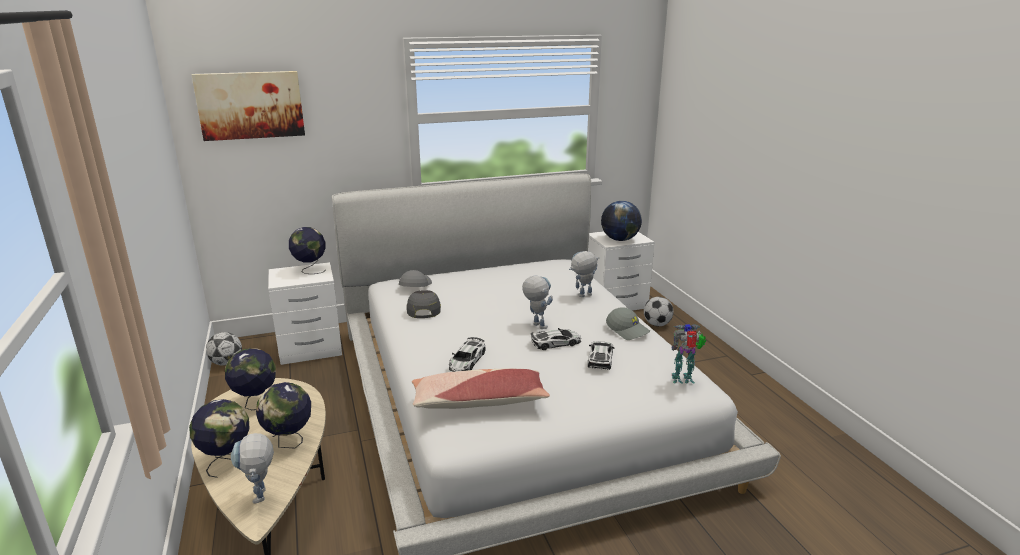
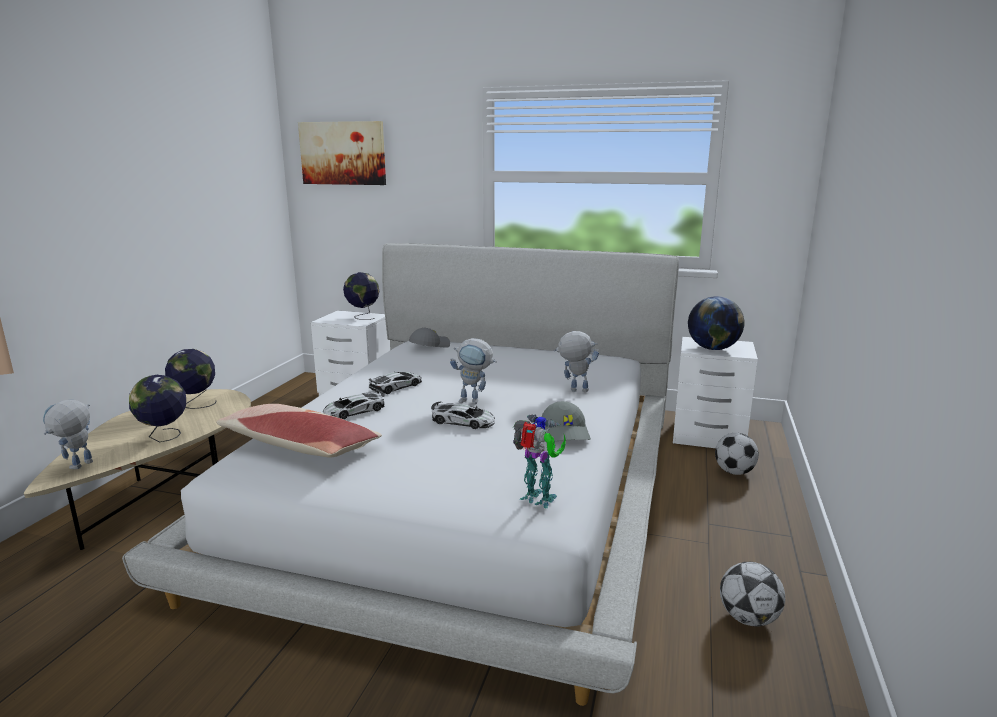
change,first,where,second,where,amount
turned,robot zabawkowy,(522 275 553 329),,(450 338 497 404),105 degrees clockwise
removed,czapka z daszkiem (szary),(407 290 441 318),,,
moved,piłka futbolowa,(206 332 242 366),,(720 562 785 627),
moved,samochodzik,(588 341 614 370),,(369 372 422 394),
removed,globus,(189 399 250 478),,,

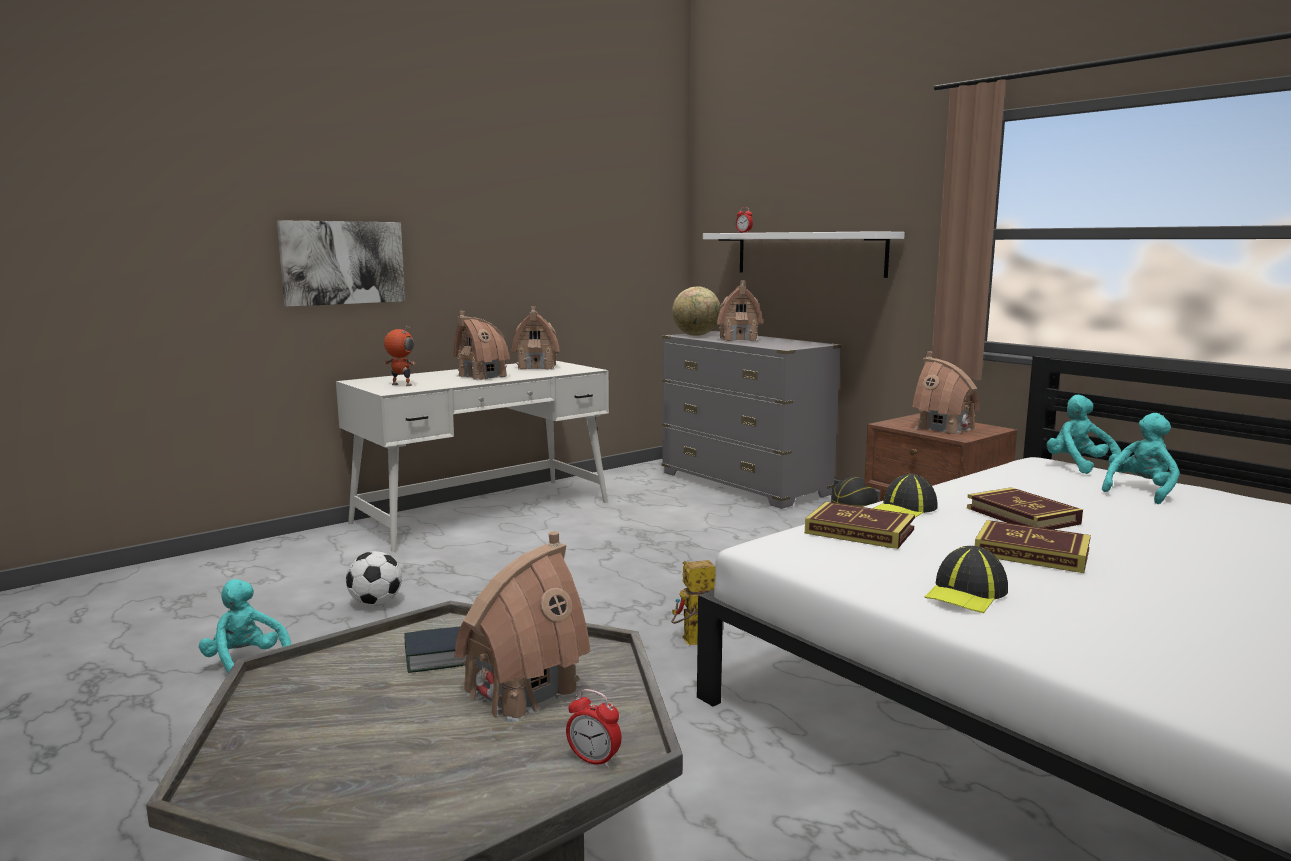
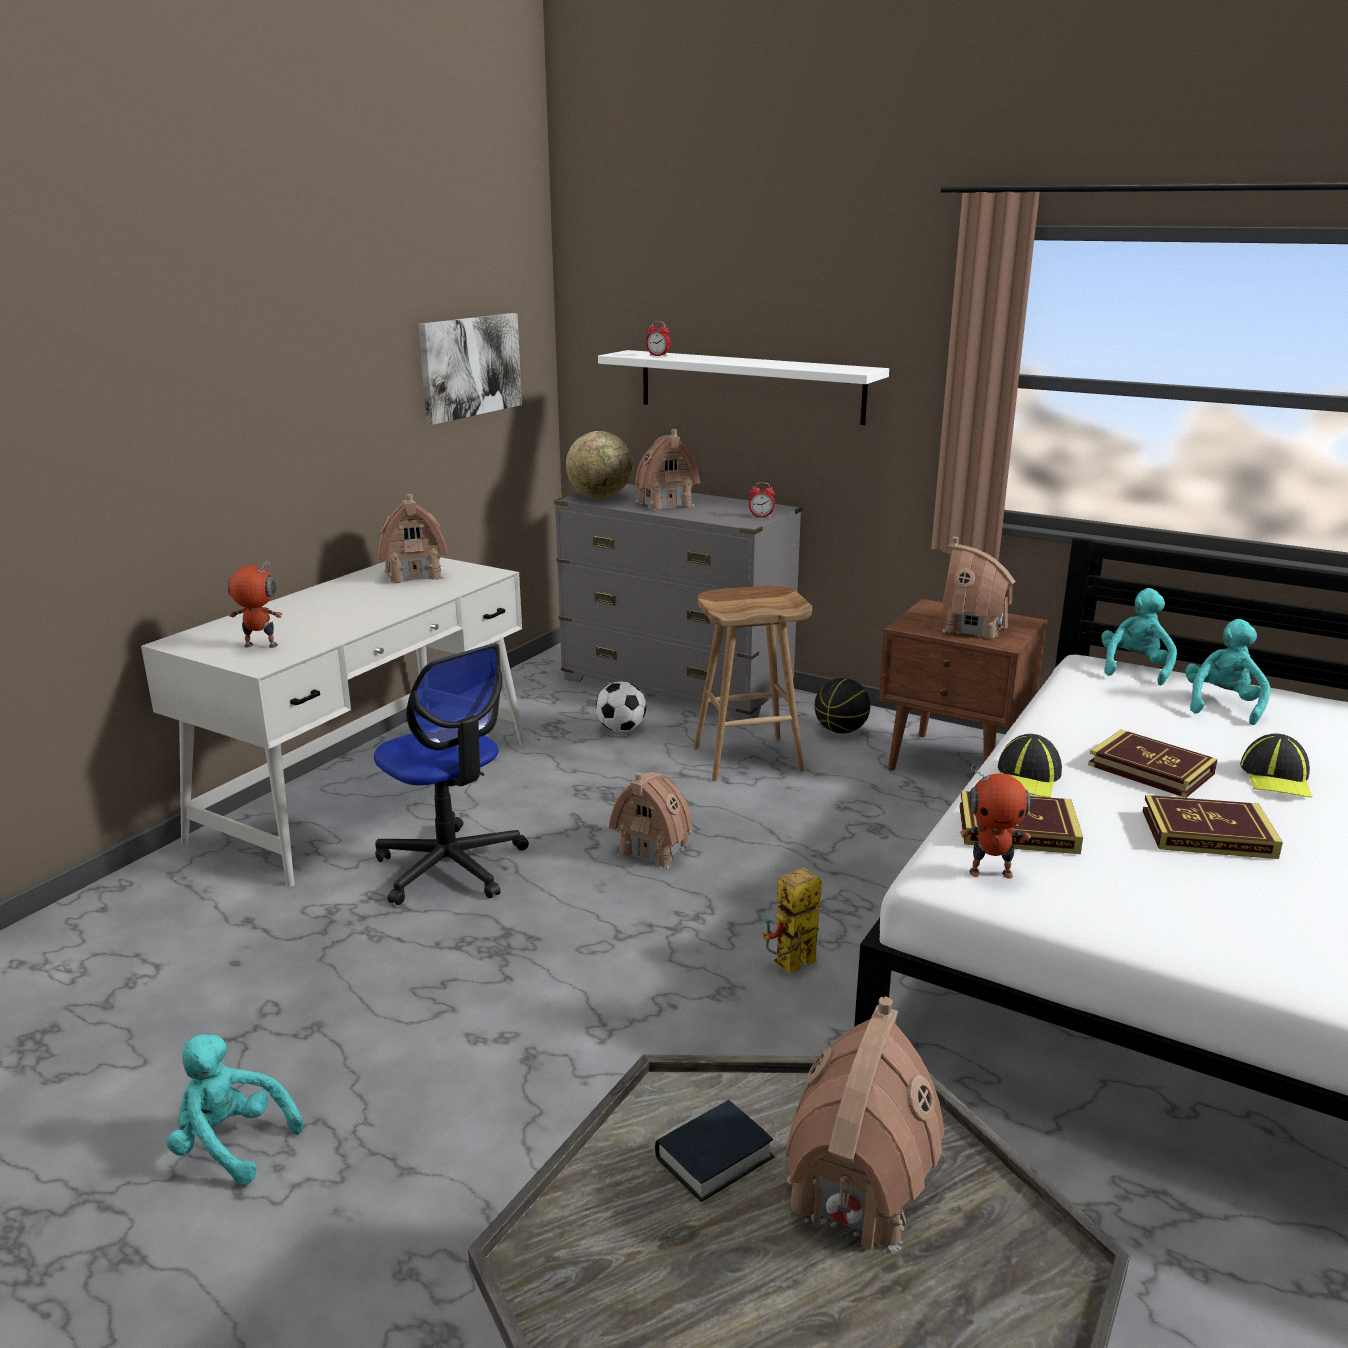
change,first,where,second,where,amount
moved,obraz,(277 220 405 307),,(418 313 522 425),
moved,domek,(453 311 510 381),,(609 772 692 869),
turned,pluszak (turkusowy),(1047 395 1124 474),,(1101 588 1177 685),60 degrees clockwise
moved,czapka z daszkiem,(924 546 1008 613),,(1240 733 1312 797),
moved,piłka futbolowa,(346 551 402 606),,(596 682 646 732),
moved,budzik,(566 689 622 768),,(749 482 775 518),
added,,,stołek (brązowy),(694 586 812 781),
added,,,krzesło biurowe,(374 643 529 905),
added,,,robot zabawkowy,(960 764 1031 879),

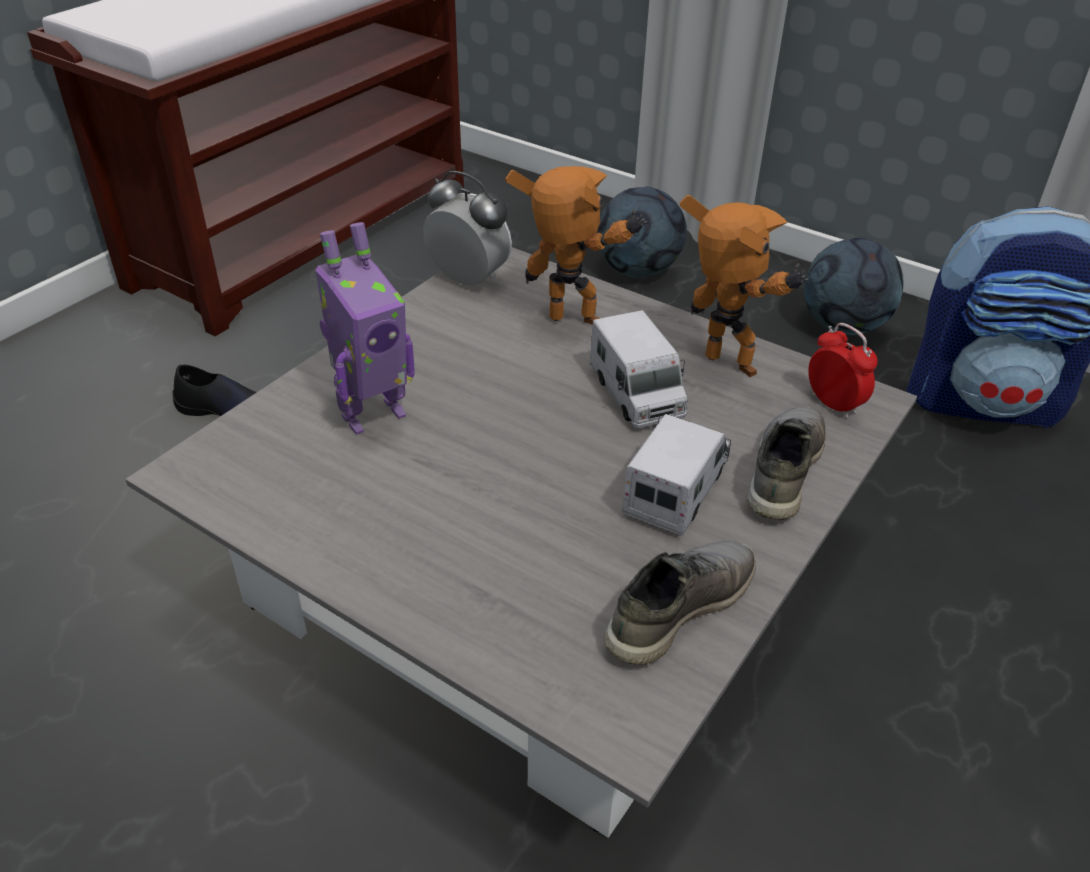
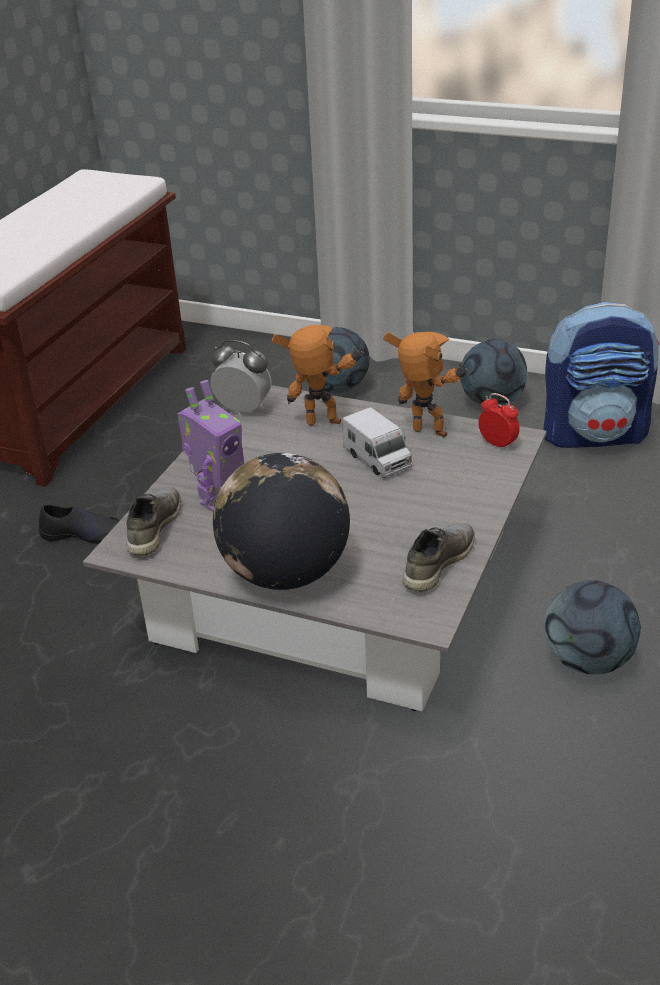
change,first,where,second,where,amount
moved,but (szary),(747 407 826 520),,(126 487 181 555),
removed,ciężarówka zabawkowa,(622 414 731 536),,,
added,,,globus,(213 453 350 590),
added,,,piłka futbolowa,(544 580 641 674),

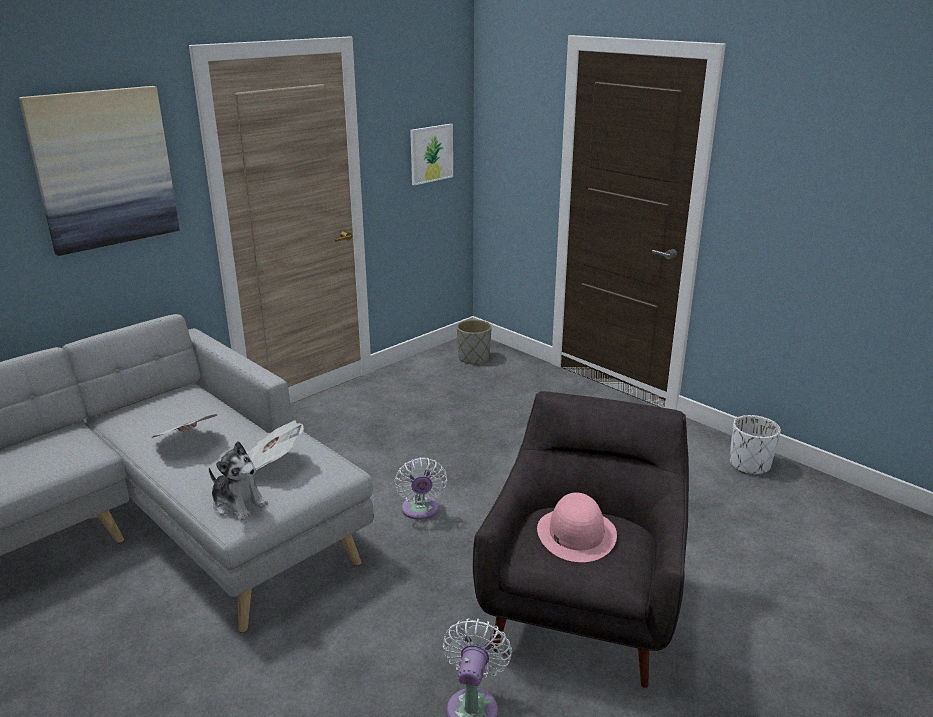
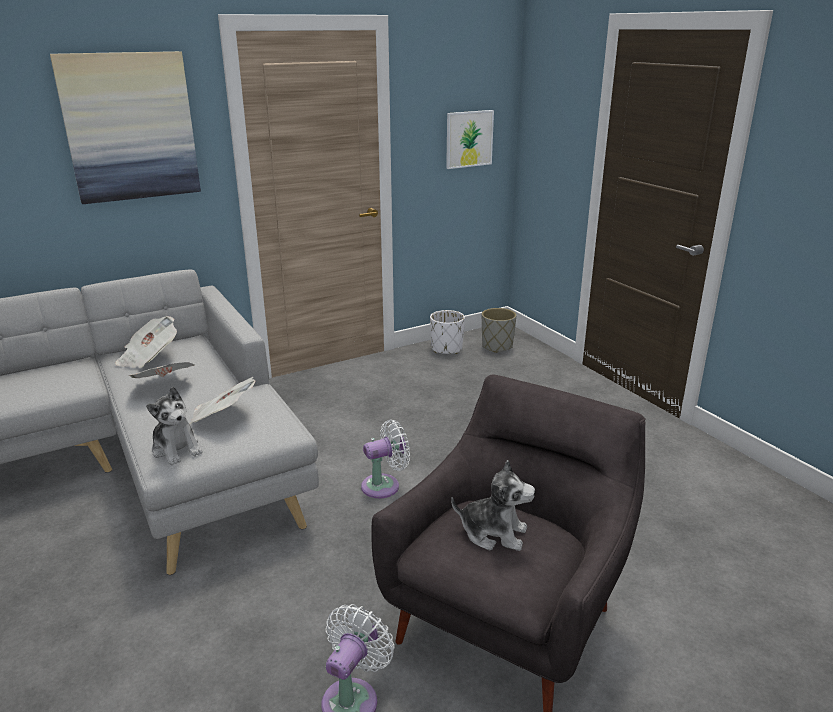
change,first,where,second,where,amount
moved,donica (biały),(730 415 781 474),,(430 310 465 354),
turned,wentylator (biały),(395 457 447 520),,(361 420 410 498),120 degrees counterclockwise
replaced,kapelusz (różowy),(537 493 617 562),pluszak,(451 460 535 551),
added,,,gazeta,(115 316 177 368),

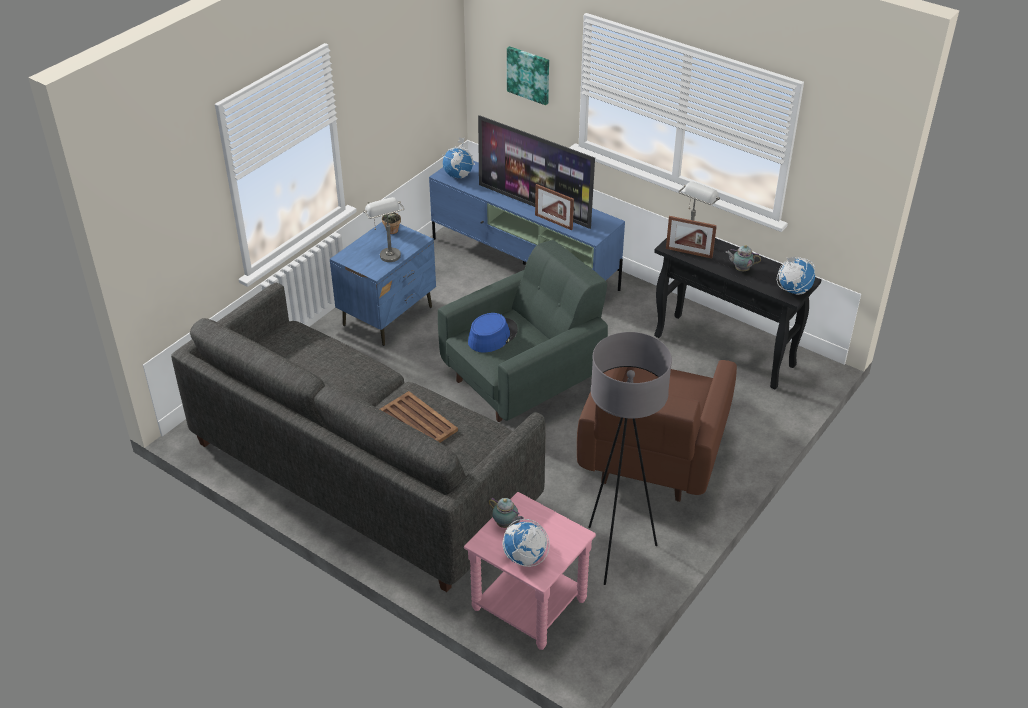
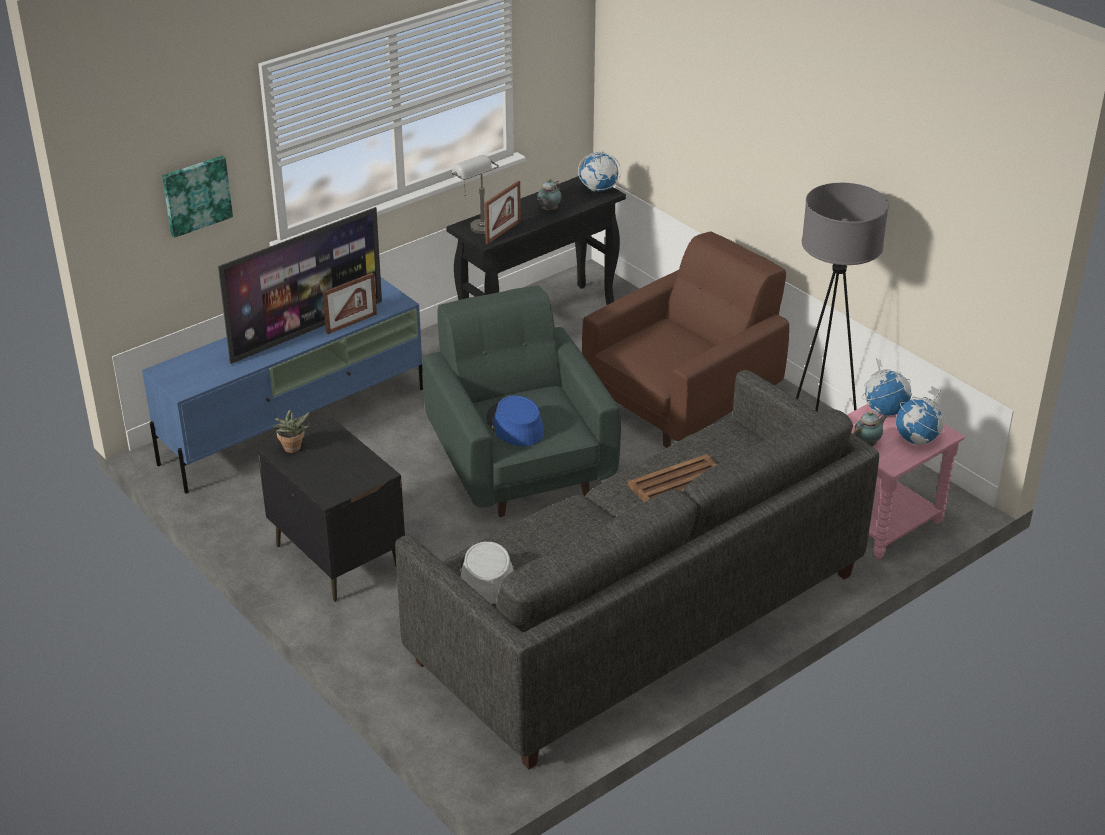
change,first,where,second,where,amount
moved,globus,(442 137 475 178),,(862 358 912 416),
removed,lampa stołowa (szary),(363 197 404 262),,,
recoloured,szafka nocna (niebieski),(330 222 436 346),szafka nocna (czarny),(258 417 405 602),
turned,fotel (brązowy),(577 360 737 502),,(582 231 789 448),75 degrees counterclockwise
added,,,kapelusz (szary),(460 541 514 604),

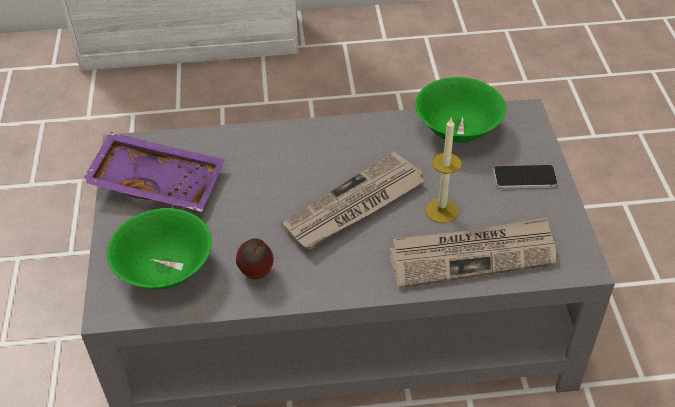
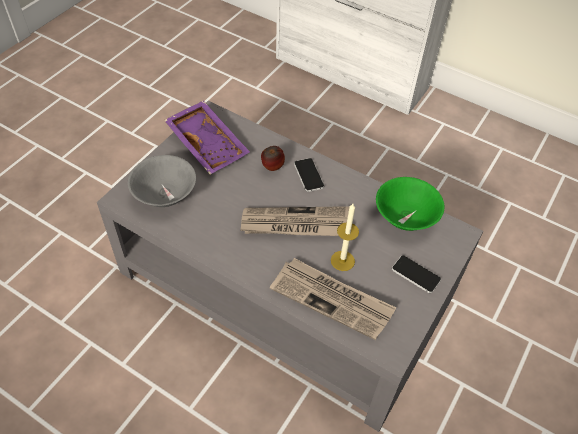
change,first,where,second,where,amount
recoloured,miska (zielony),(107 208 212 289),miska (szary),(128 155 196 207),
moved,jabłko,(236 238 274 279),,(261 146 285 171),
added,,,telefon,(294 158 324 192),

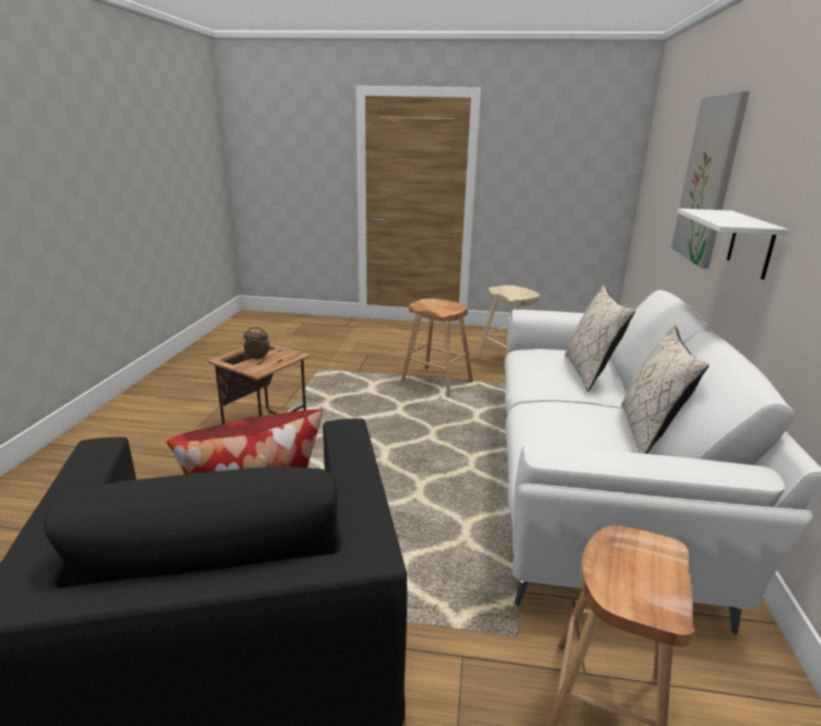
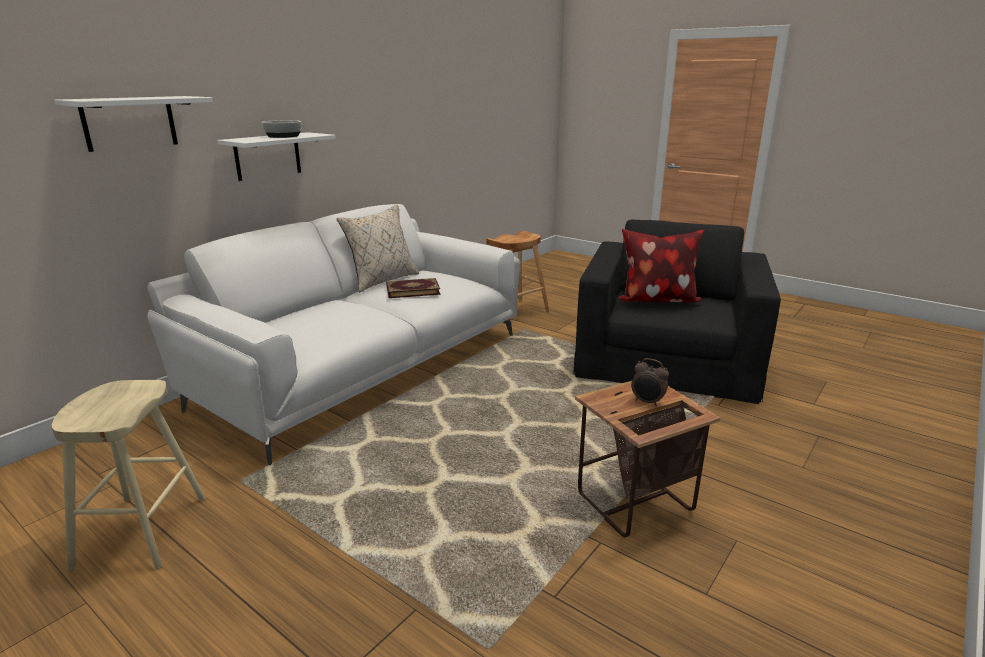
change,first,where,second,where,amount
replaced,obraz,(671 91 750 269),półka (biały),(54 96 213 152),
removed,poduszka (beżowy),(565 285 636 392),,,
removed,stołek (brązowy),(401 299 473 397),,,
added,,,miska,(261 120 302 138),
added,,,książka,(386 278 440 298),

